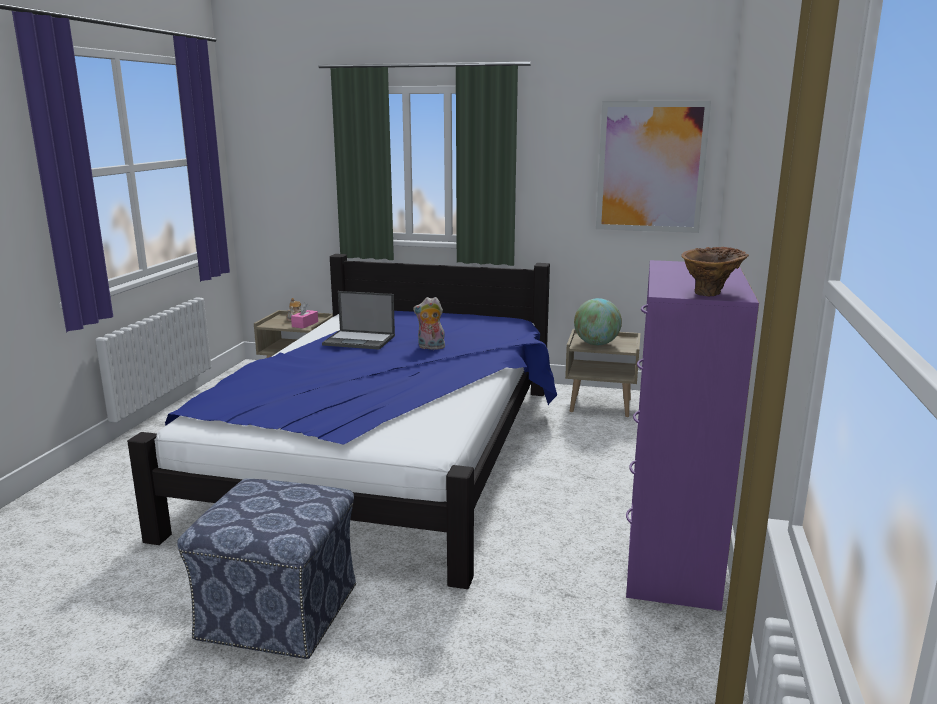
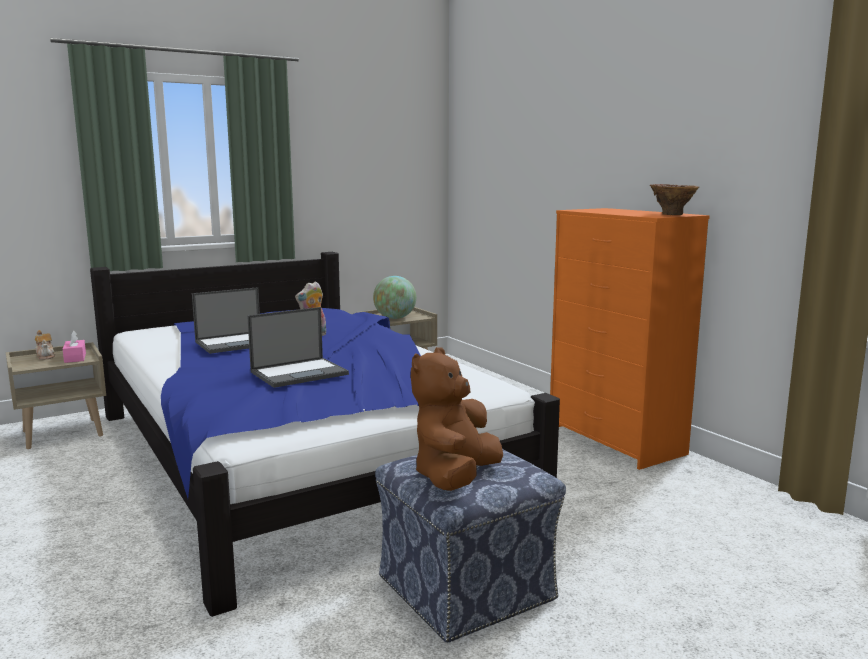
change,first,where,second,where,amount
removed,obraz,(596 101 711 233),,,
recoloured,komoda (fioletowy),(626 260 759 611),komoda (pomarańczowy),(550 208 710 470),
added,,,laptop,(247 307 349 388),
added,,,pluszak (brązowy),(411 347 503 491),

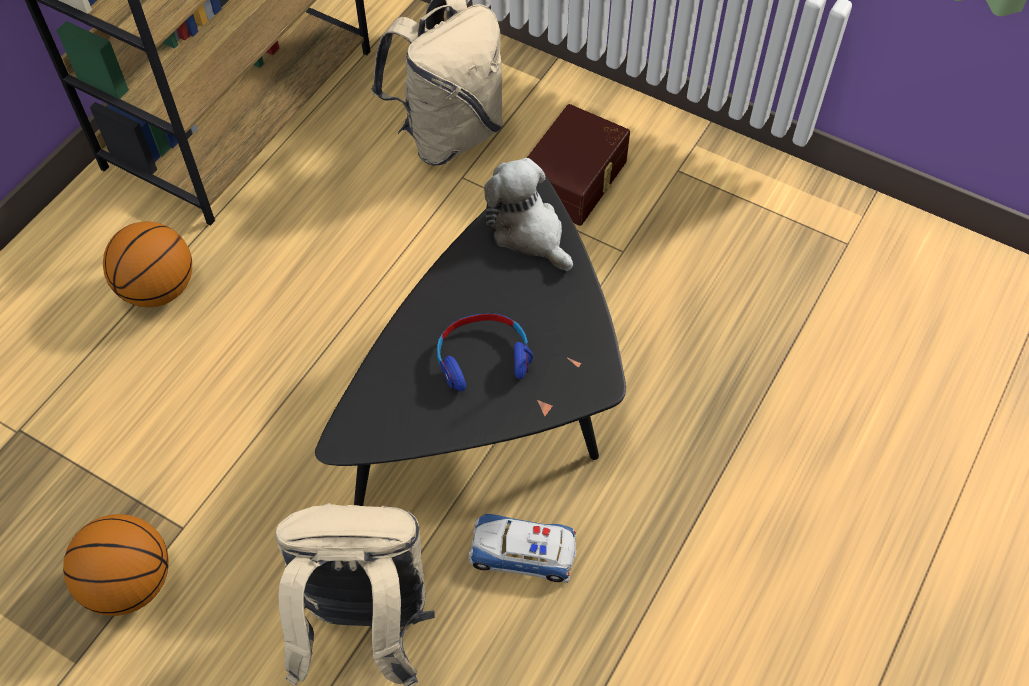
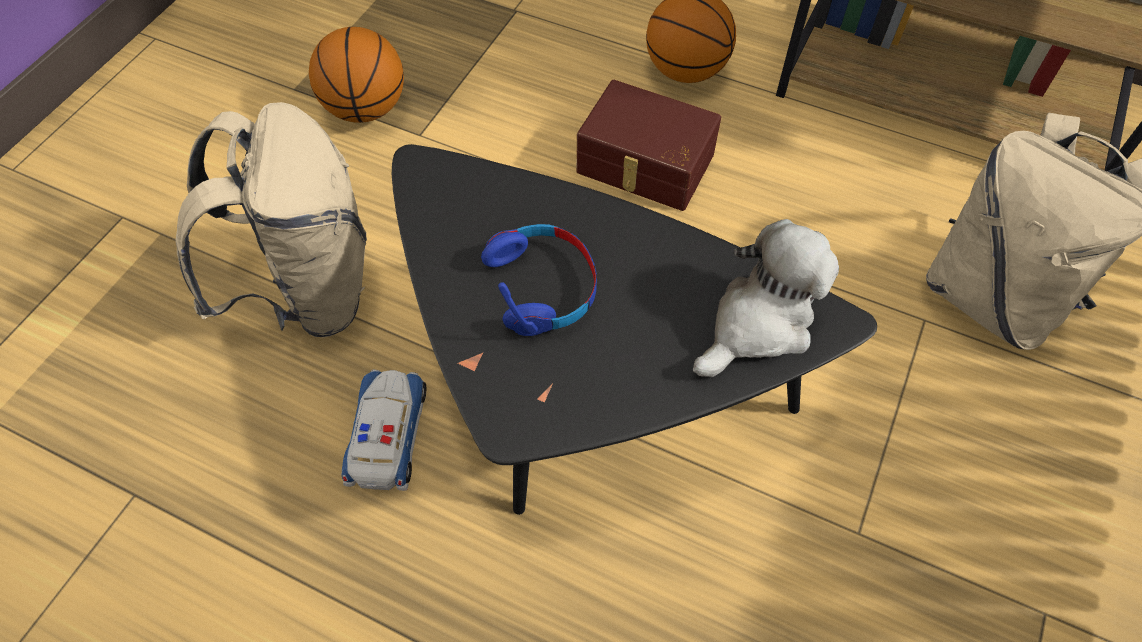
change,first,where,second,where,amount
moved,pojemnik do przechowywania (brązowy),(527 104 630 226),,(577 80 721 211),

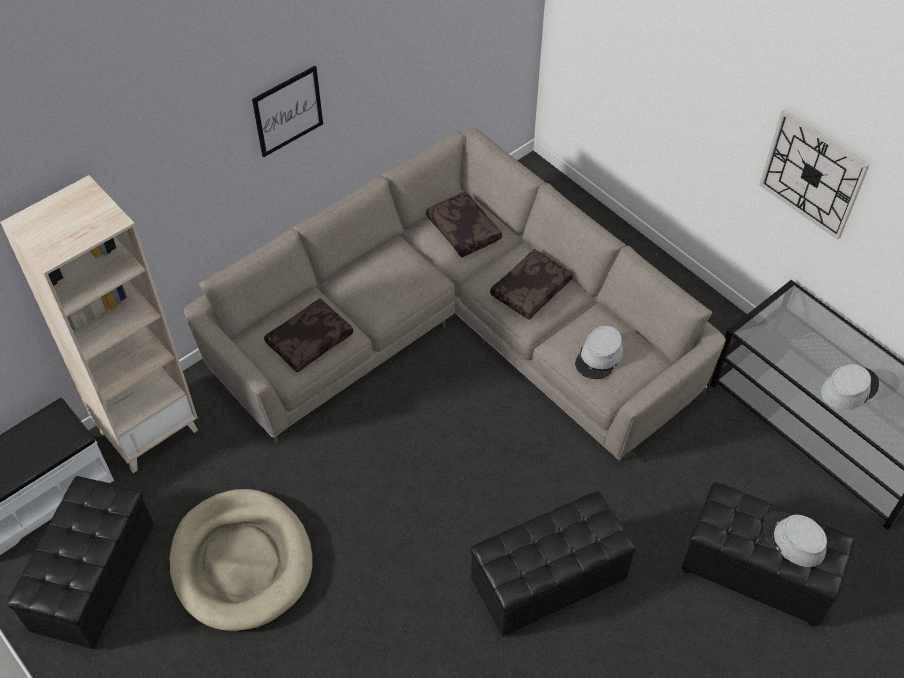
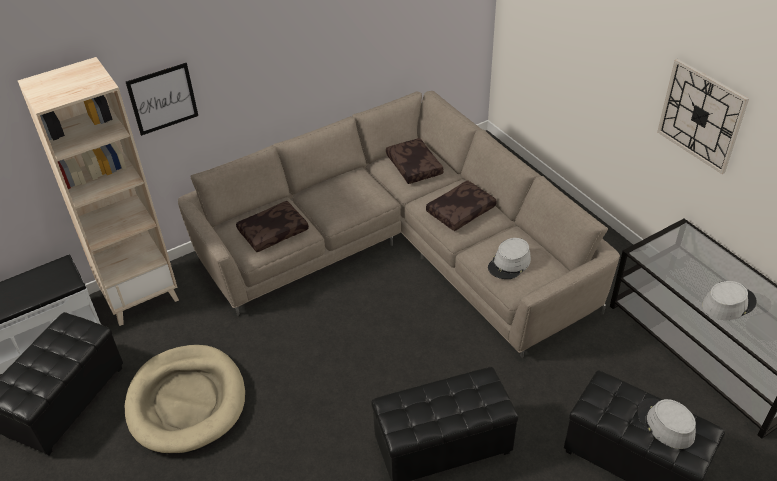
change,first,where,second,where,amount
moved,obraz,(252 66 323 157),,(126 63 198 136),

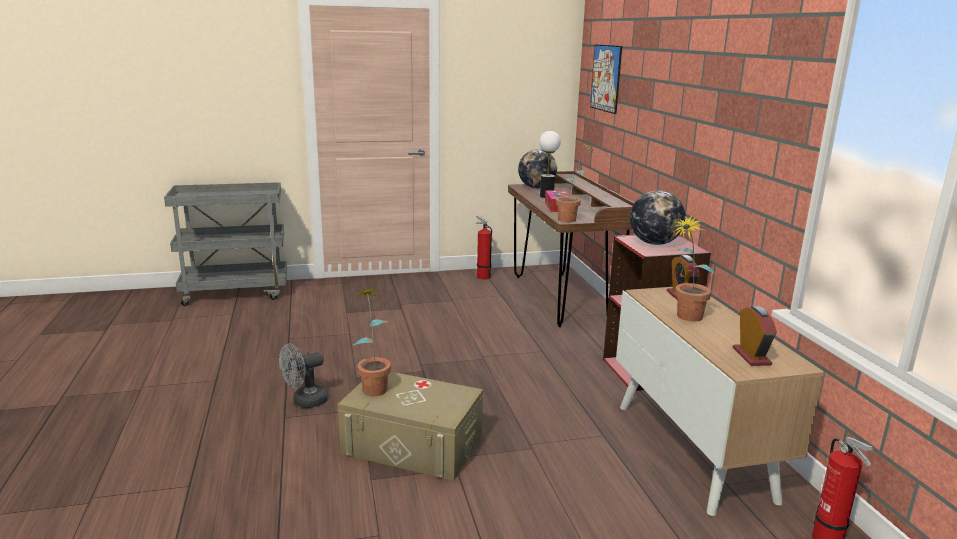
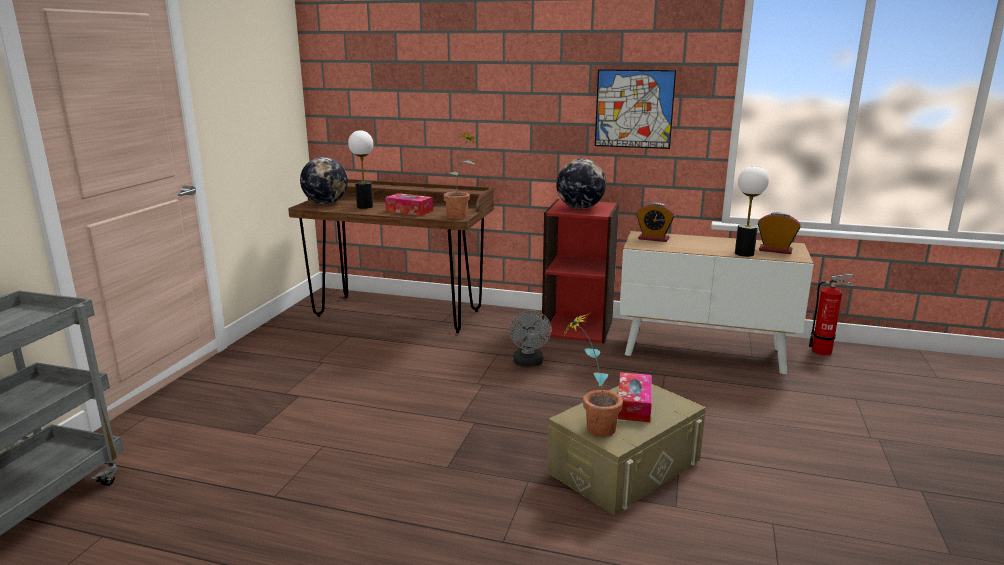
change,first,where,second,where,amount
moved,obraz,(590 45 622 114),,(595 69 676 149),
removed,roślina doniczkowa,(673 214 715 321),,,
removed,gaśnica,(476 216 492 279),,,
moved,wentylator (szary),(279 344 328 408),,(509 310 551 367),
added,,,lampa stołowa,(735 166 769 257),
added,,,pudełko chusteczek,(618 372 652 422),

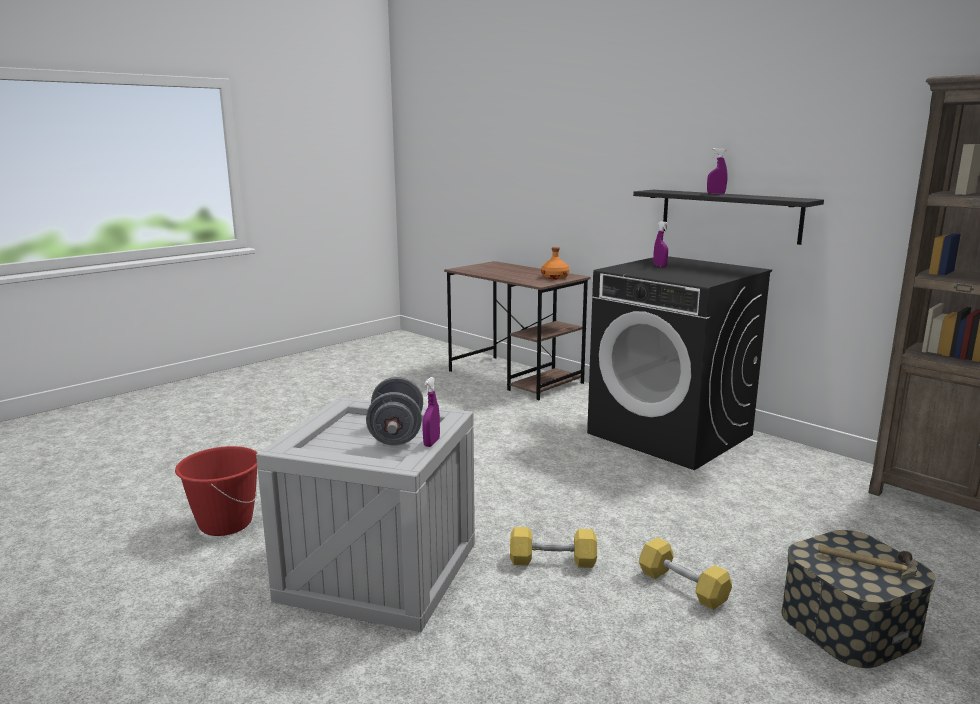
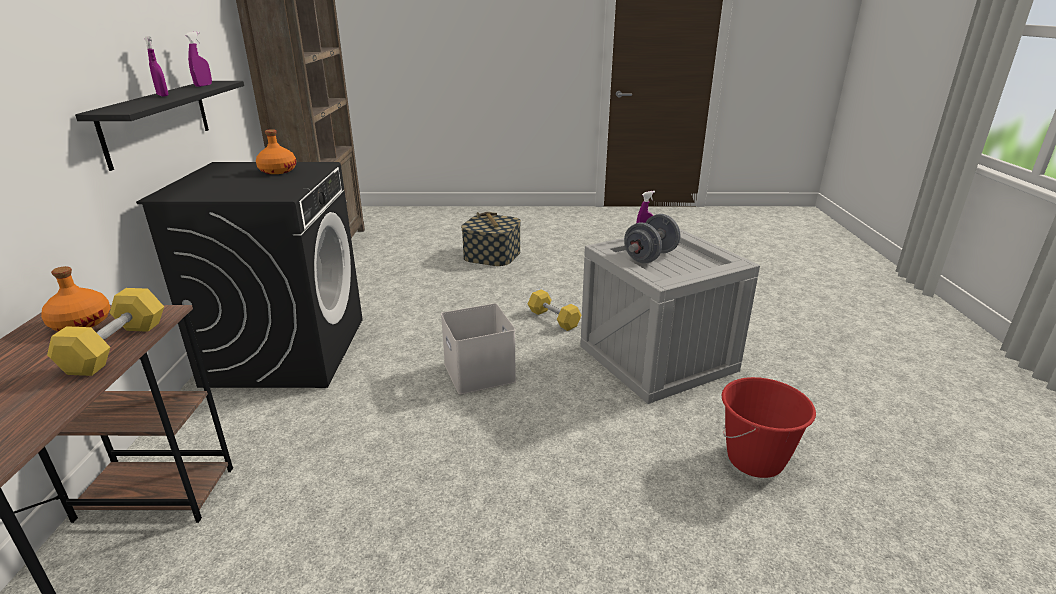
change,first,where,second,where,amount
moved,spryskiwacz (fioletowy),(653 221 668 267),,(185 32 212 87),
moved,hantel (żółty),(639 537 732 610),,(47 288 164 376),
added,,,butelka (pomarańczowy),(256 129 296 174),
added,,,pojemnik do przechowywania (biały),(441 303 516 395),

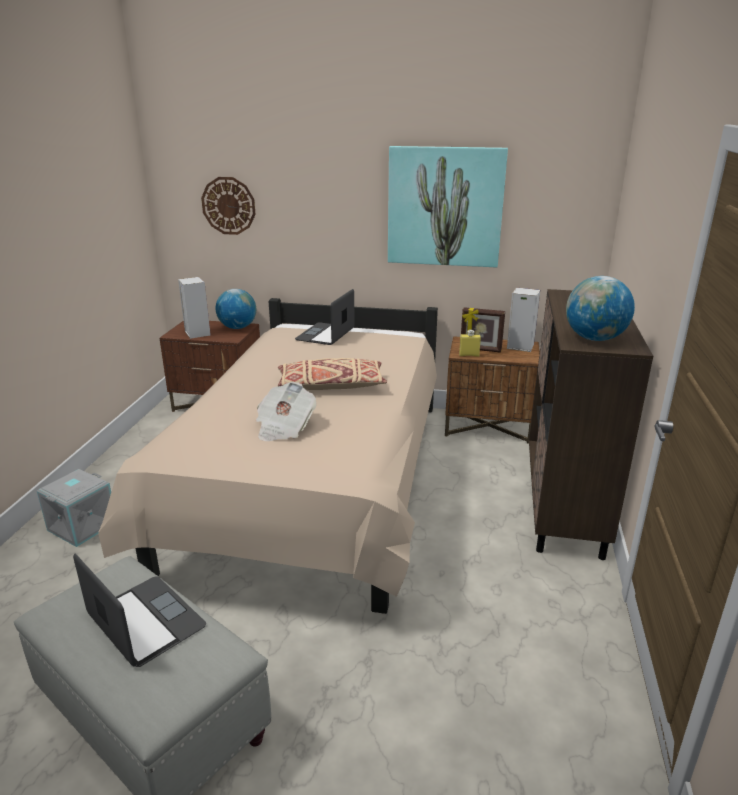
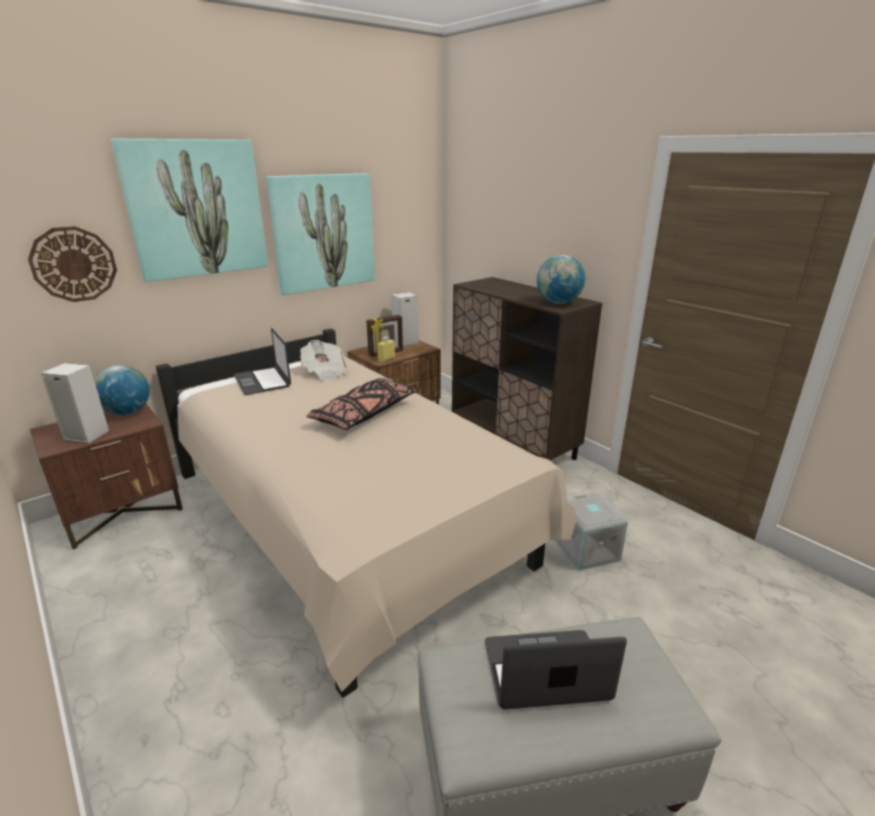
change,first,where,second,where,amount
recoloured,poduszka (beżowy),(278 358 387 390),poduszka (czarny),(306 378 417 430),
moved,gazeta,(256 382 317 441),,(300 340 347 381),
moved,pojemnik do przechowywania (szary),(37 469 111 547),,(555 494 628 571),
added,,,obraz,(111 139 268 282),

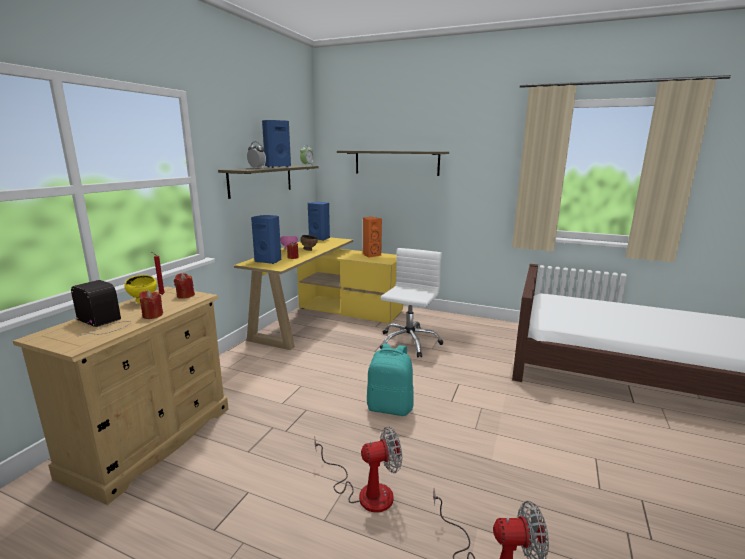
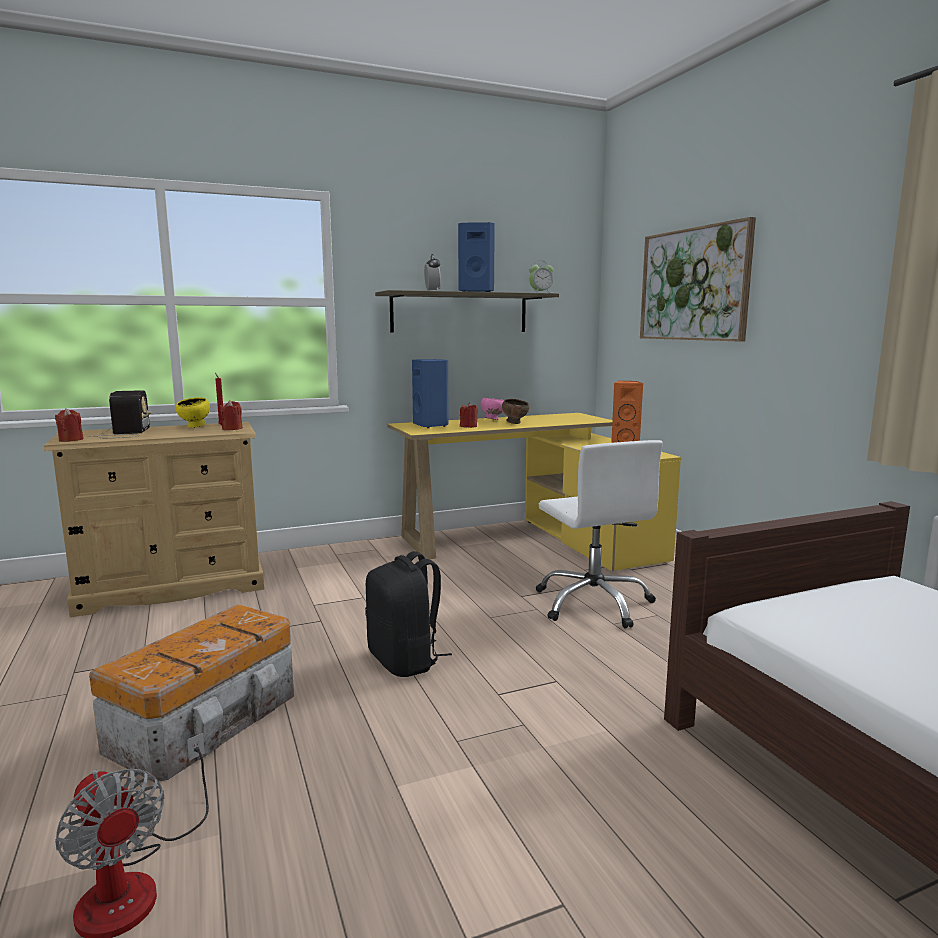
change,first,where,second,where,amount
replaced,półka,(337 151 449 176),obraz,(640 217 756 341),
removed,głośnik (niebieski),(308 202 330 241),,,
turned,krzesło biurowe (biały),(380 248 443 358),,(536 440 663 629),90 degrees clockwise
moved,świeca (czerwony),(139 290 163 319),,(55 408 84 442),
recoloured,plecak (turkusowy),(367 343 414 416),plecak (czarny),(365 551 452 677),
replaced,wentylator,(315 427 402 512),pojemnik do przechowywania,(89 604 294 782),

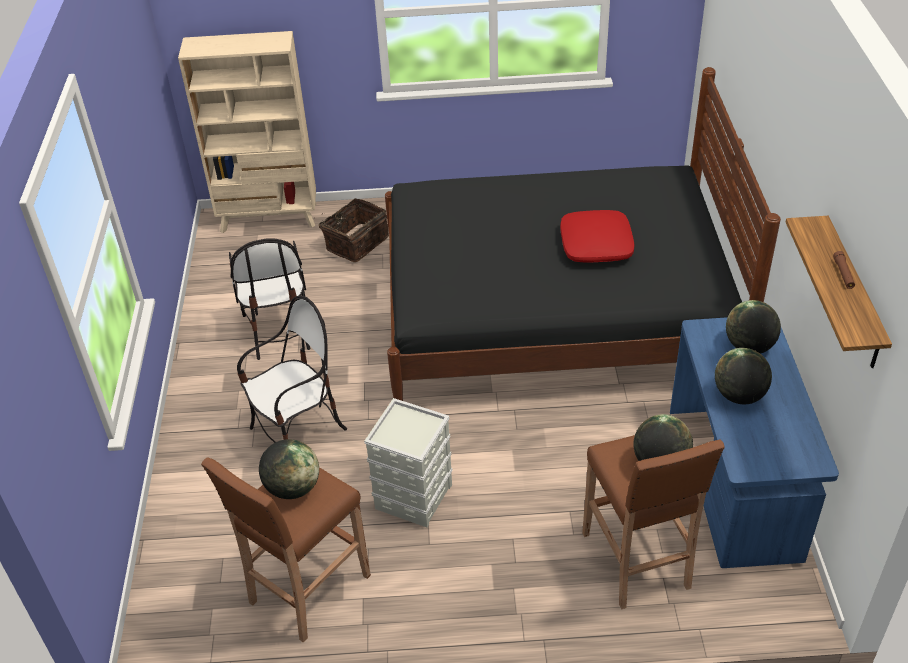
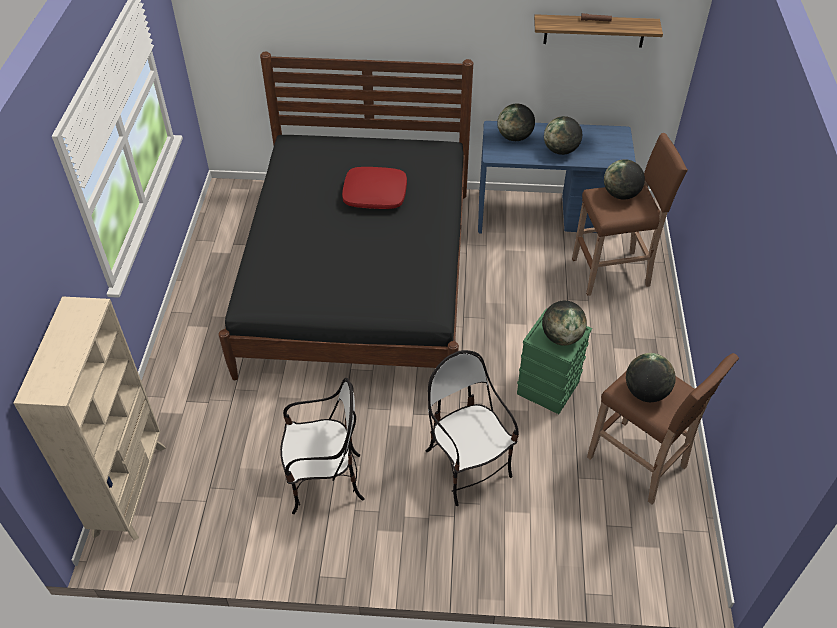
change,first,where,second,where,amount
removed,koszyk,(314 198 389 262),,,
recoloured,pojemnik do przechowywania (szary),(364 398 453 527),pojemnik do przechowywania (zielony),(517 308 592 414),
added,,,globus,(542 300 587 346),

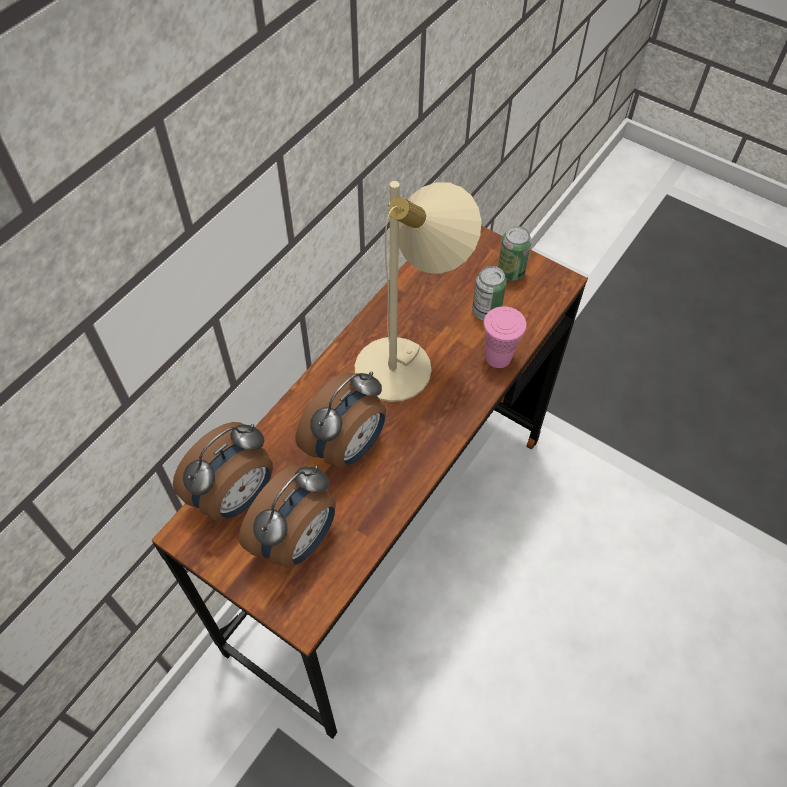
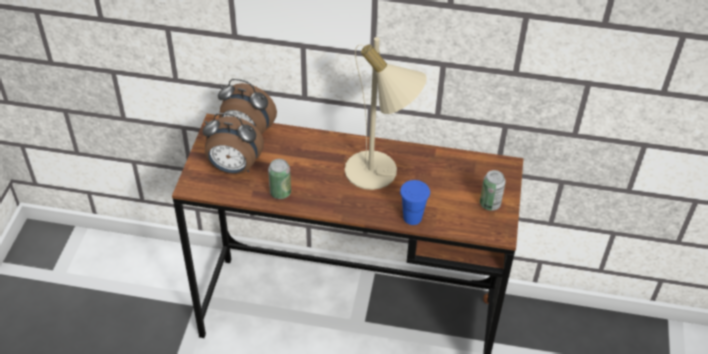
change,first,where,second,where,amount
moved,puszka,(472 266 507 321),,(268 159 291 199),
recoloured,filiżanka (różowy),(484 306 527 368),filiżanka (niebieski),(400 180 430 225),
removed,budzik,(296 371 386 468),,,

